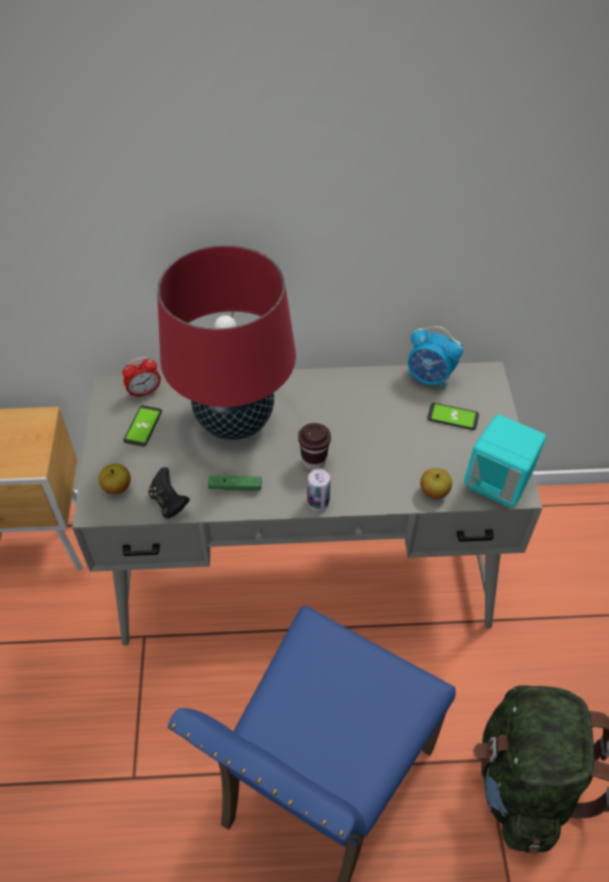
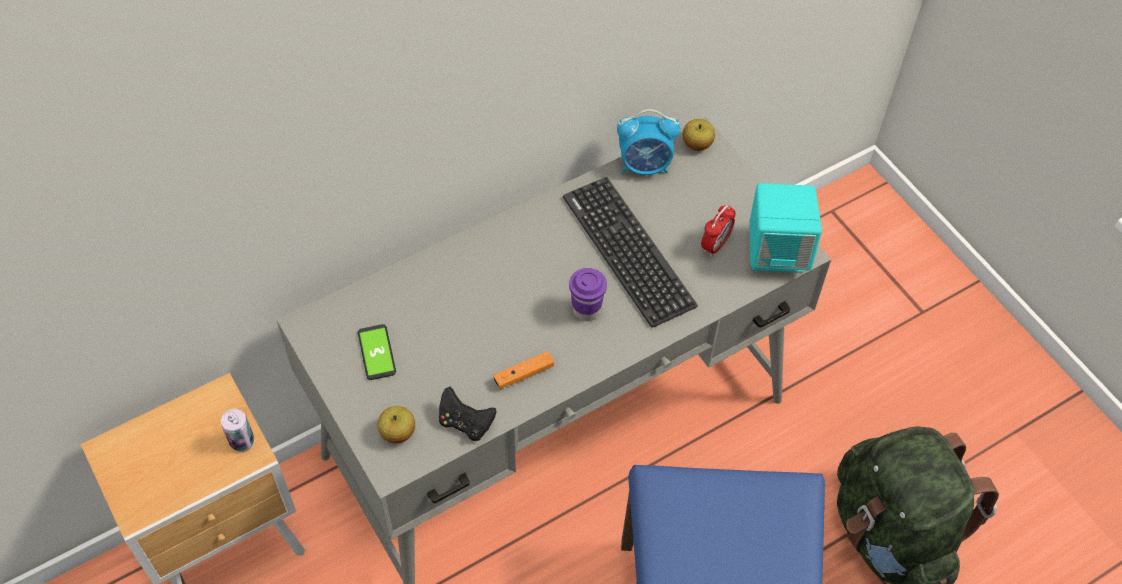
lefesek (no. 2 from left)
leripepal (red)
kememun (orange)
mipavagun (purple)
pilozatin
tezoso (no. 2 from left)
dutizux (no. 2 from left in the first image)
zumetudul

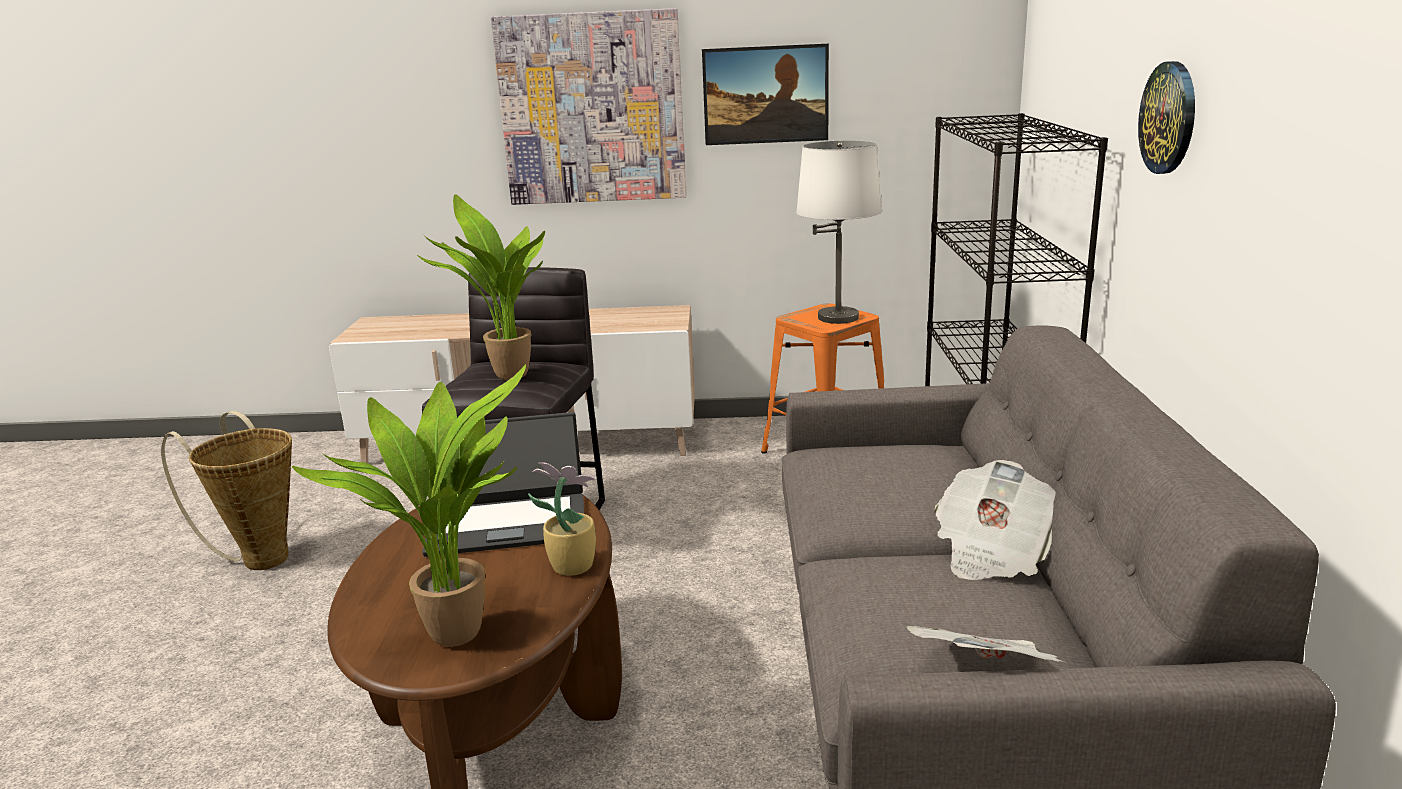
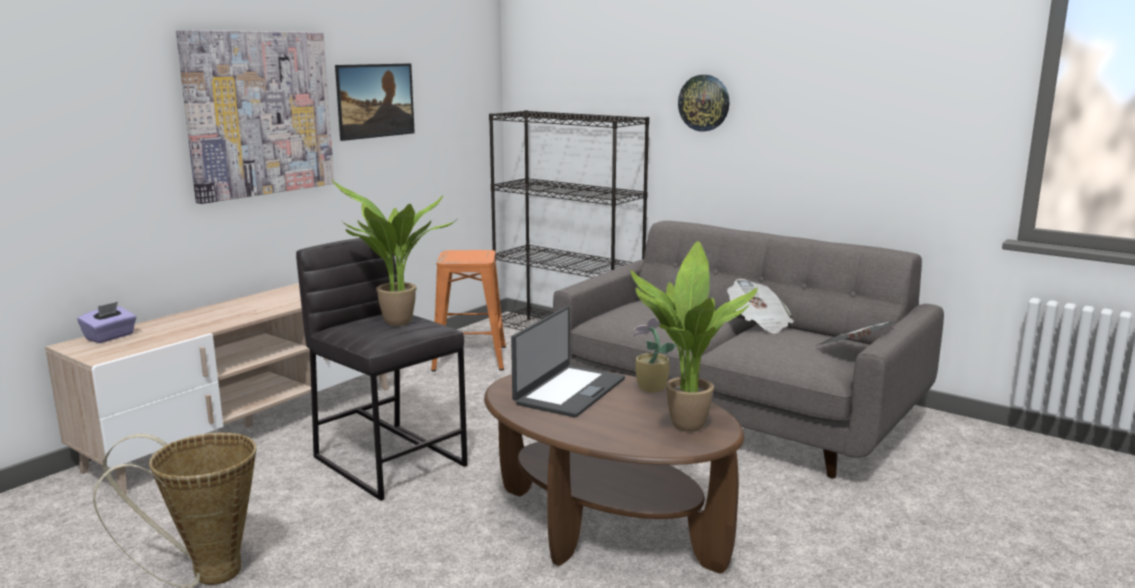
leripepal (white)
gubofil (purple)

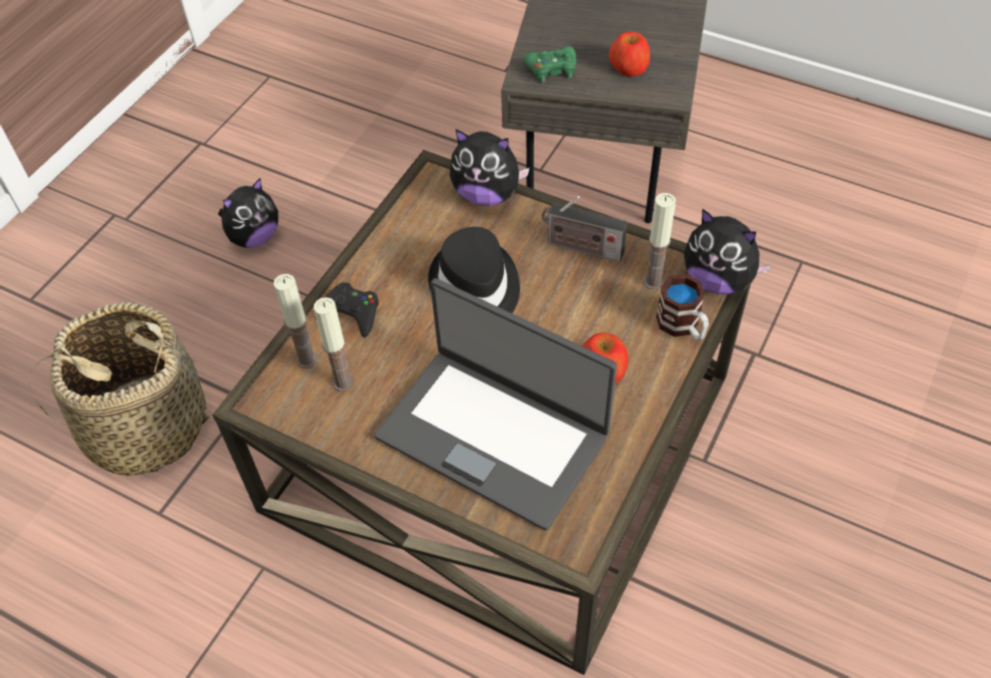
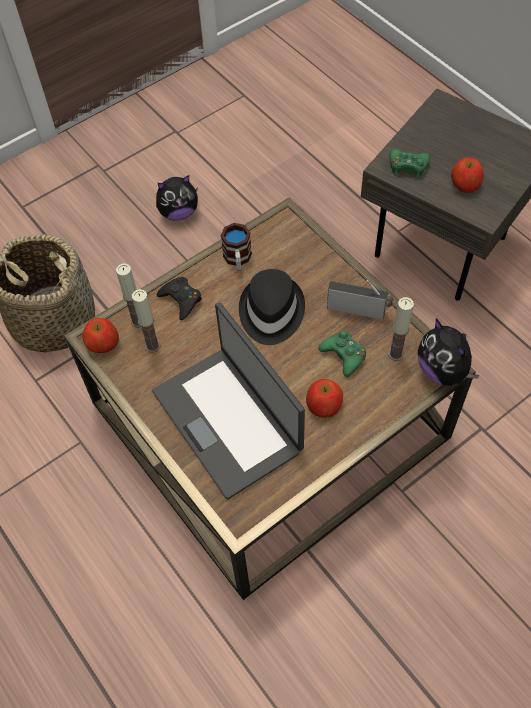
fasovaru (no. 2 from left in the first image)
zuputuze
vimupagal
tezoso (no. 1 from left)
kememun (green) (no. 1 from left)

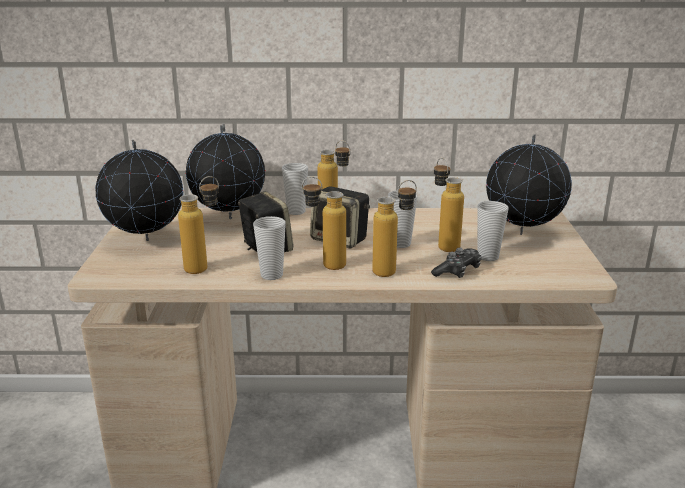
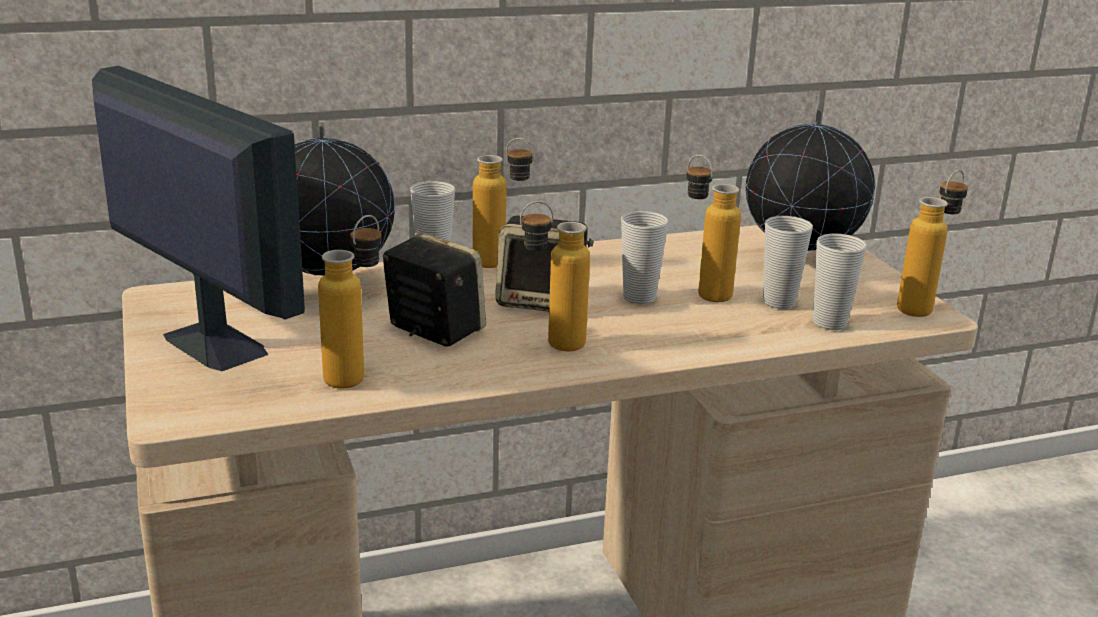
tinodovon
mipavagun (no. 4 from left)
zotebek (no. 5 from left)
kememun

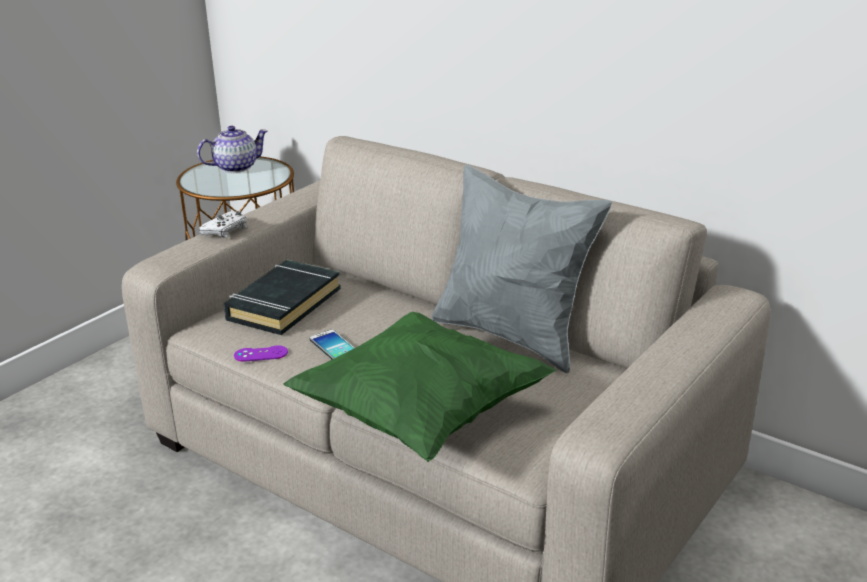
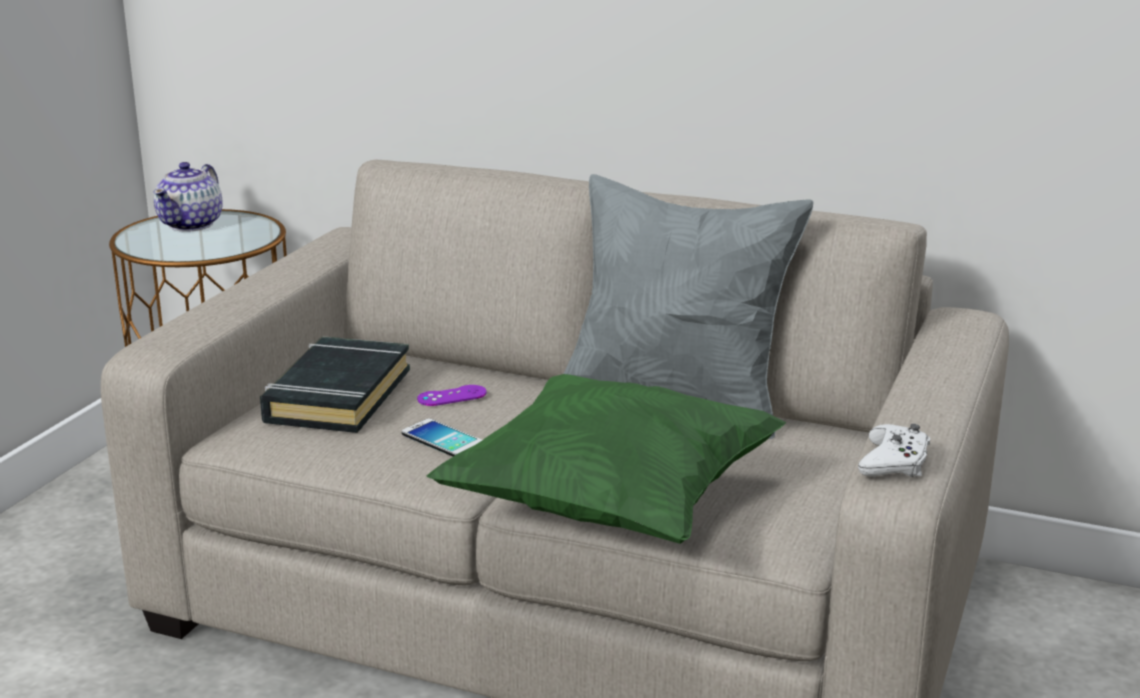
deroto
kememun (white)
kememun (purple)

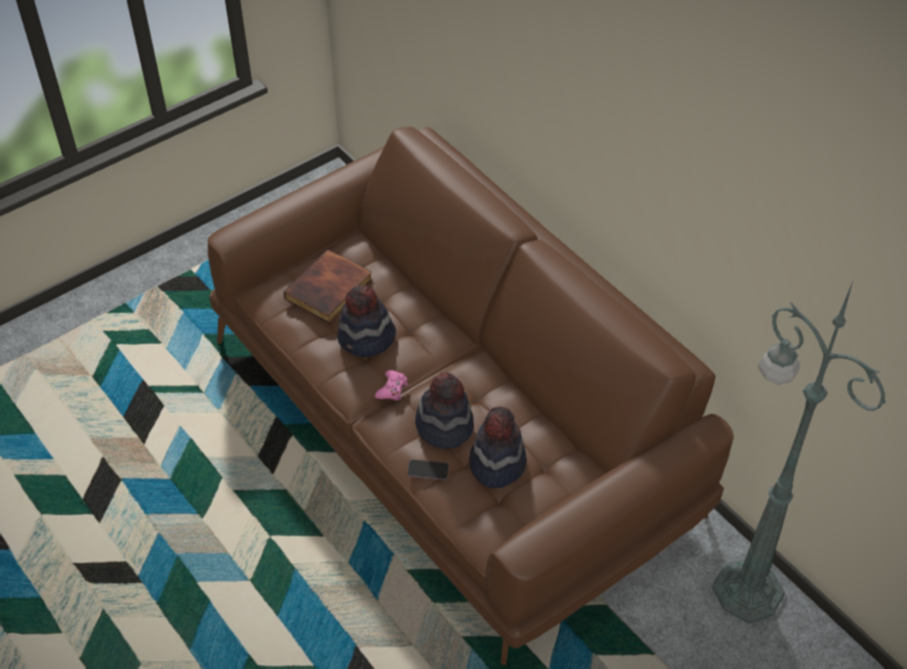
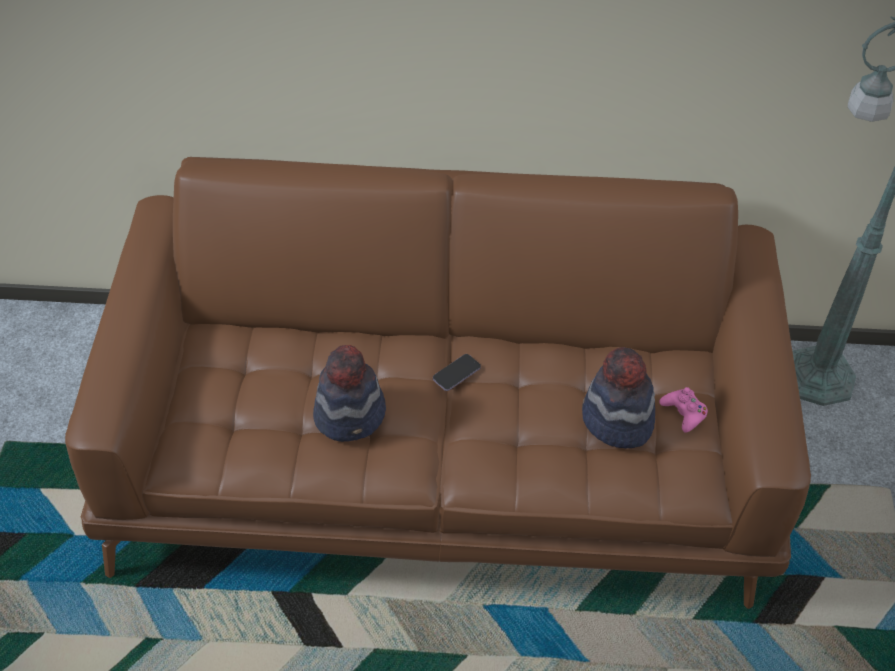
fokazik
kememun (pink)
dutizux
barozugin (no. 2 from left in the first image)

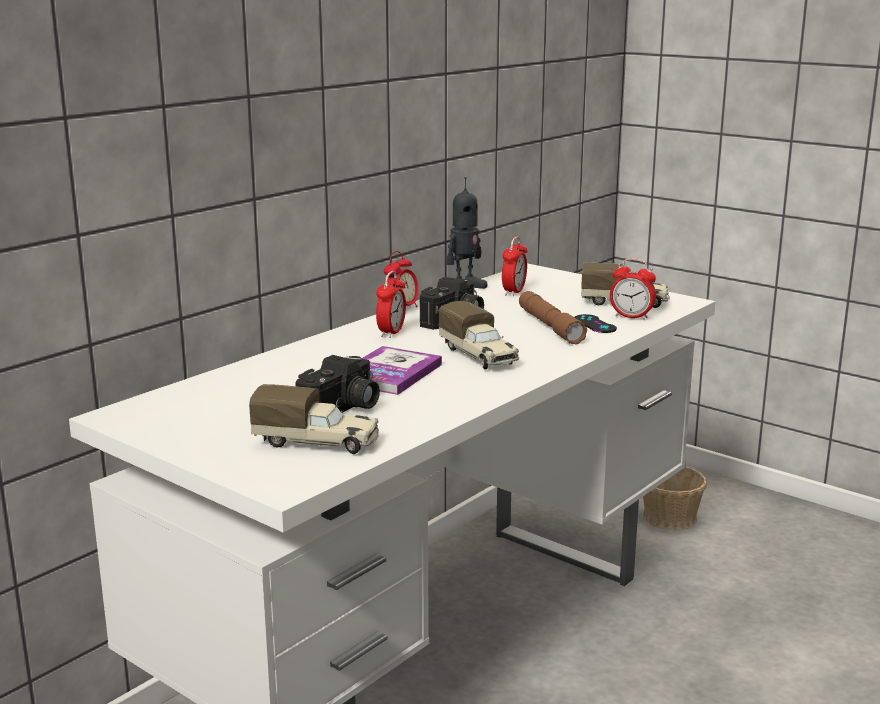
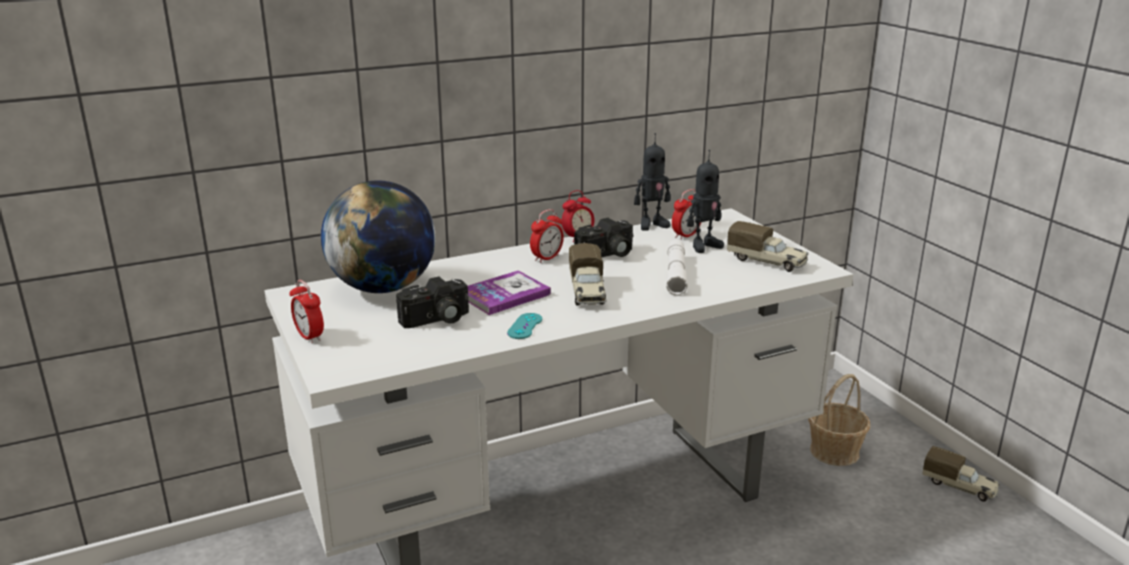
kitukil (no. 3 from left)
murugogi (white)
kememun (black)
lefesek (no. 1 from left)
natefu
kememun (turquoise)
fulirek (no. 2 from left)

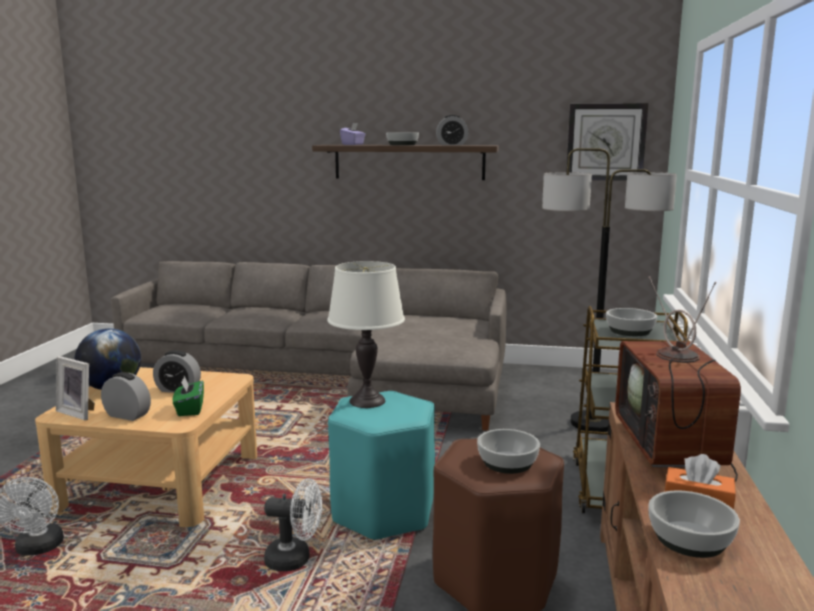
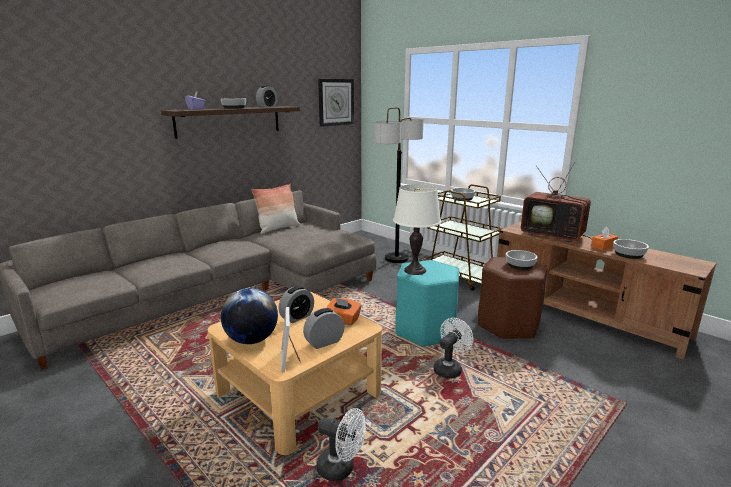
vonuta
gubofil (orange) (no. 1 from left)
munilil

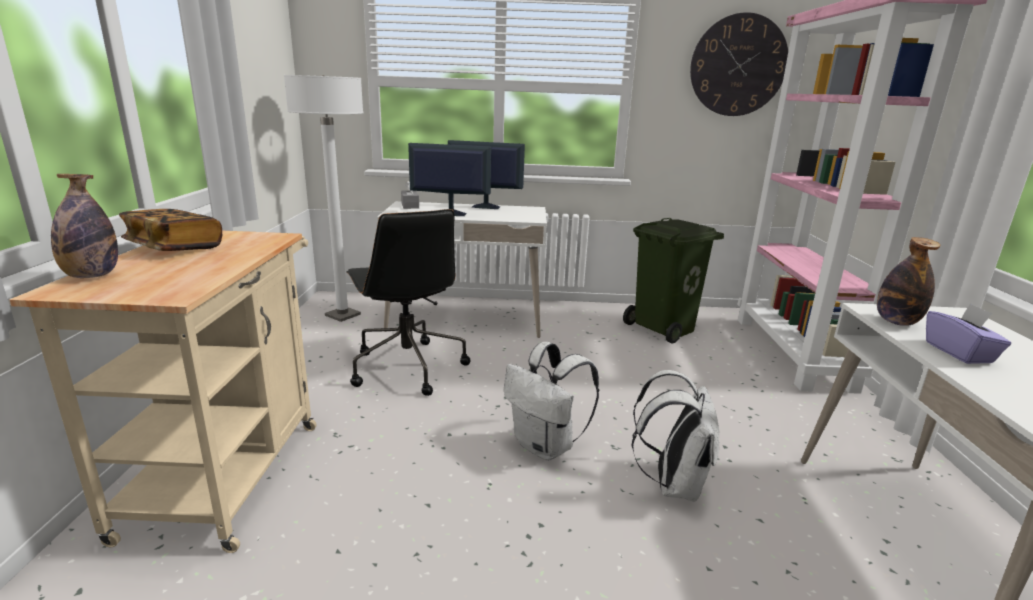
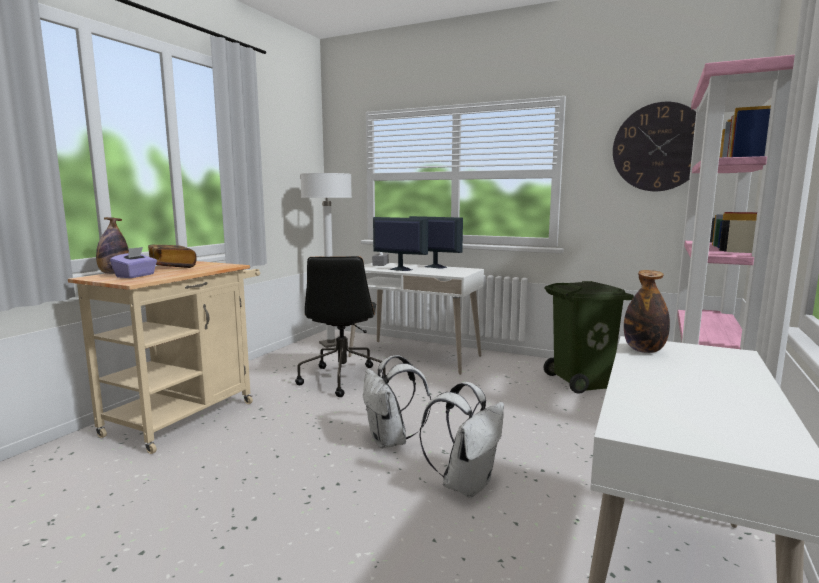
gubofil (purple)

